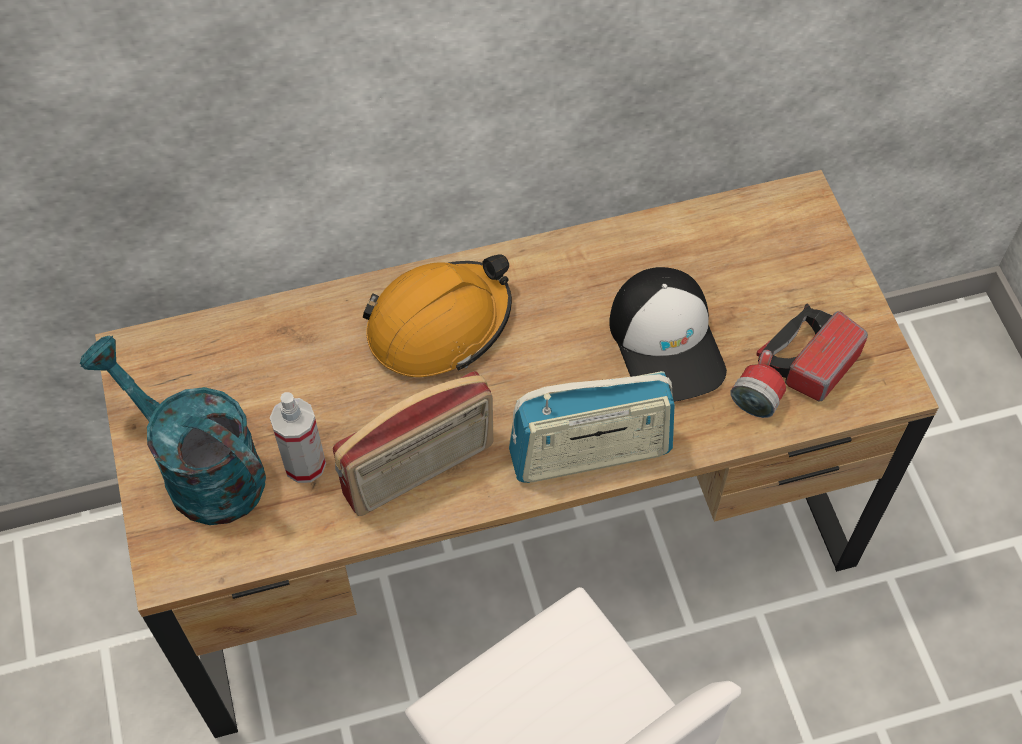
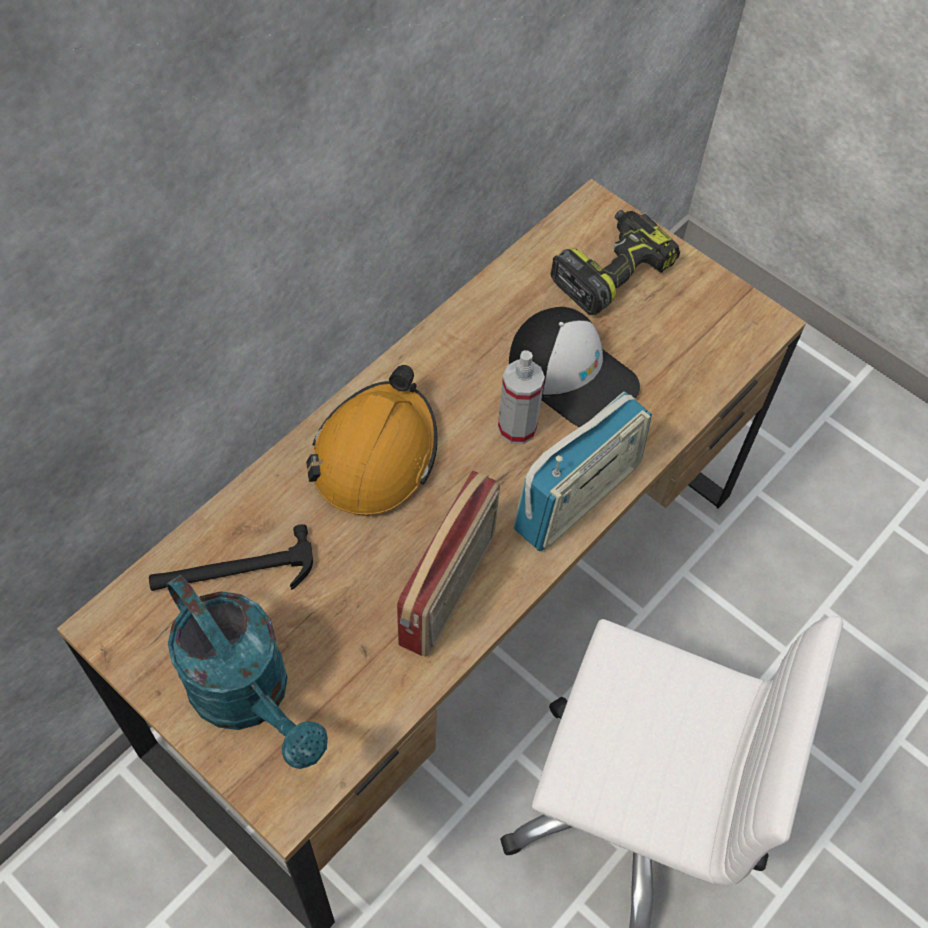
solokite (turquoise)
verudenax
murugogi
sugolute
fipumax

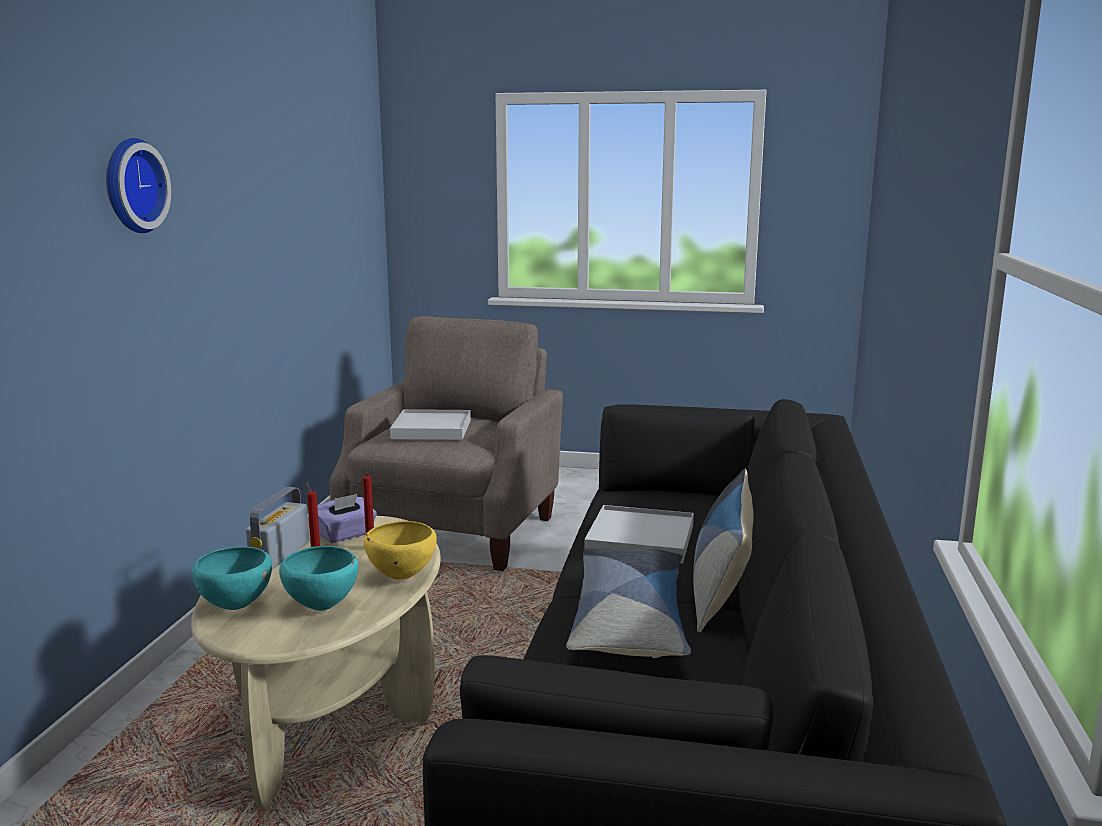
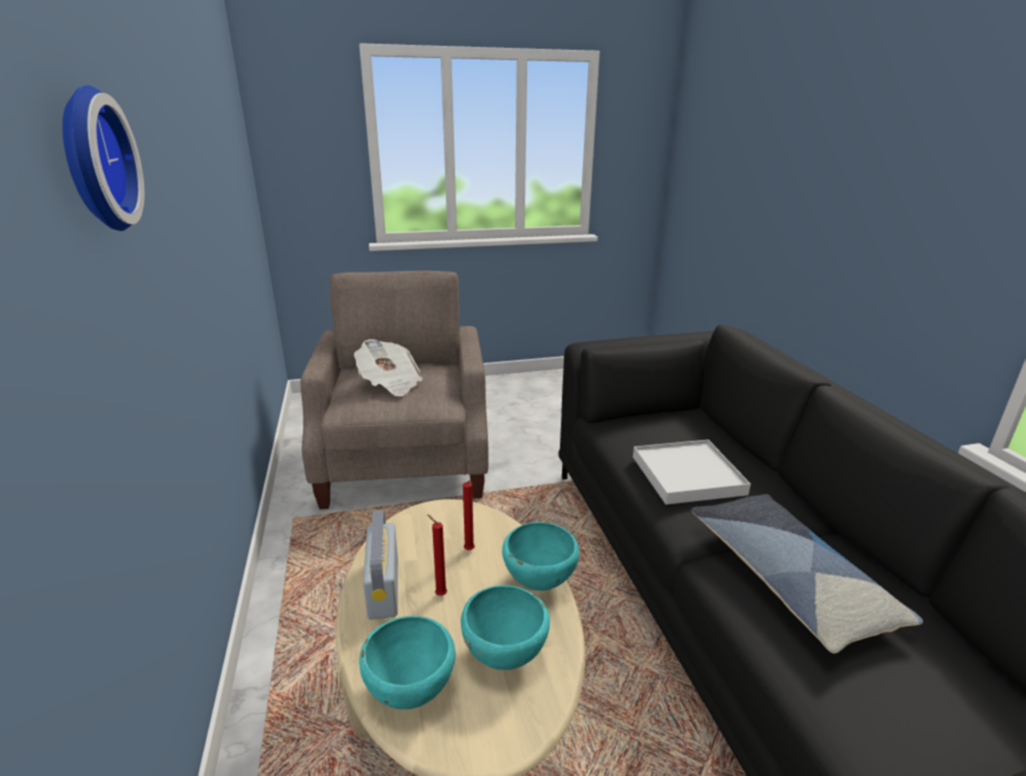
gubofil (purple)
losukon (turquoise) (no. 3 from left)
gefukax
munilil (no. 2 from left in the first image)

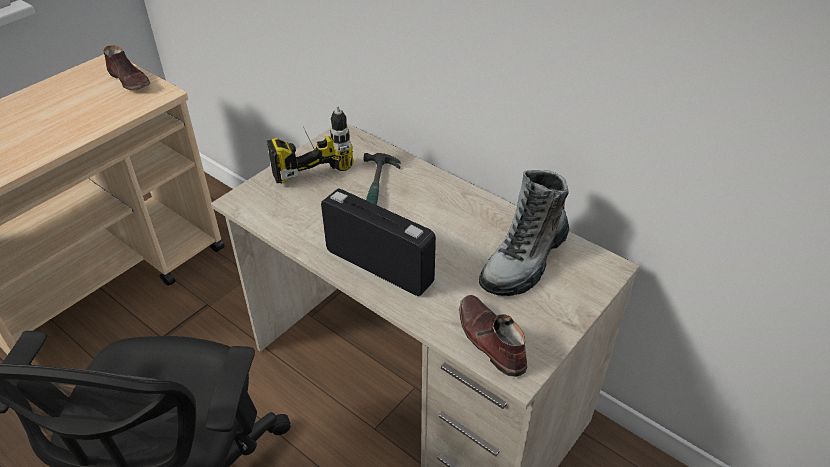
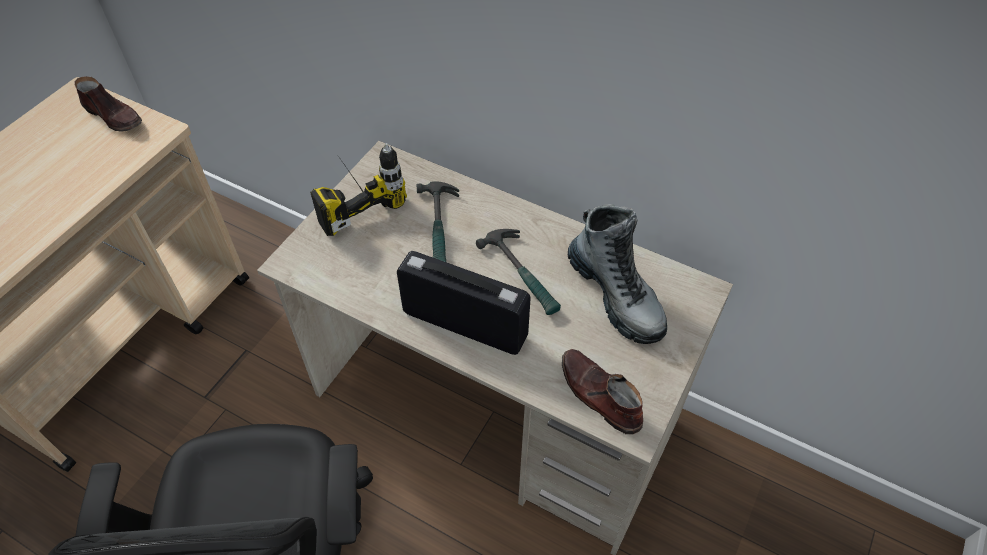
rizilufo
sugolute (no. 2 from left)

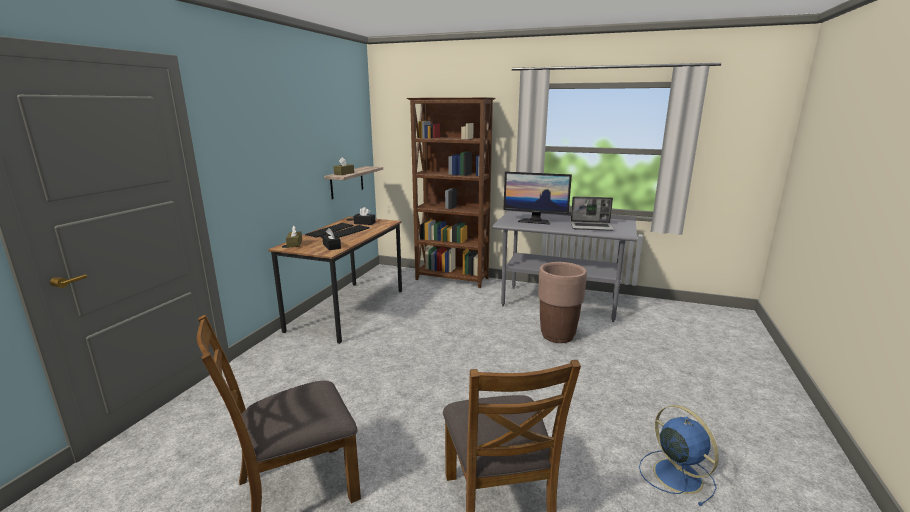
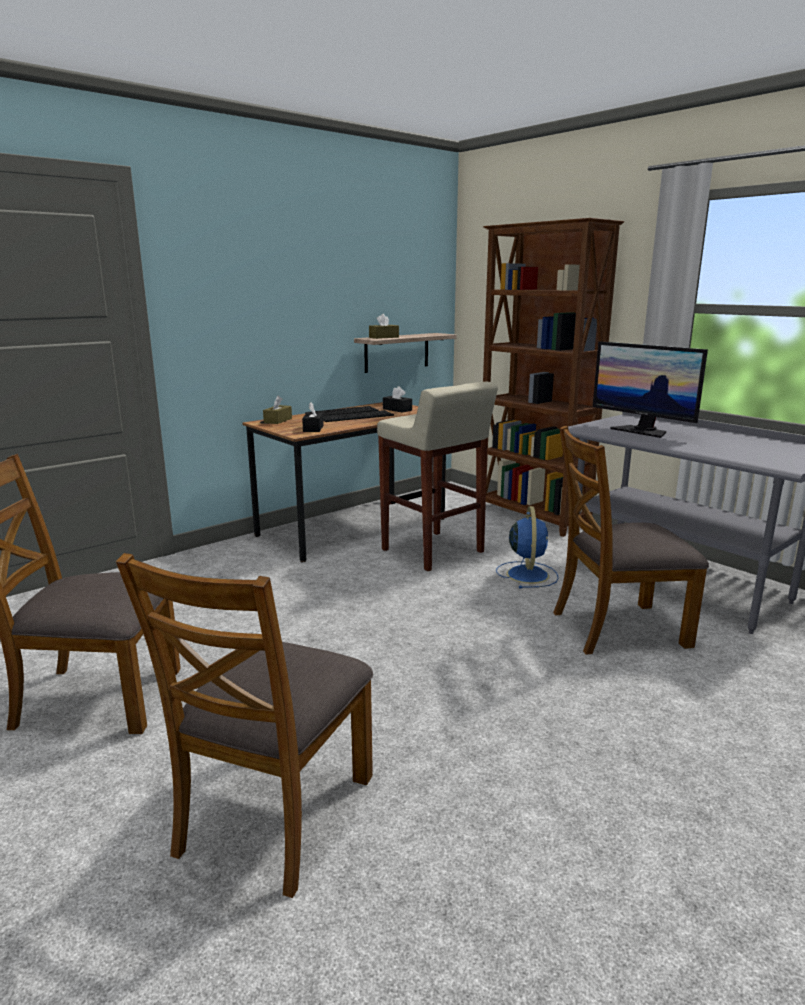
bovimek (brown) (no. 3 from left)
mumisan
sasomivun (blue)
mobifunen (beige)

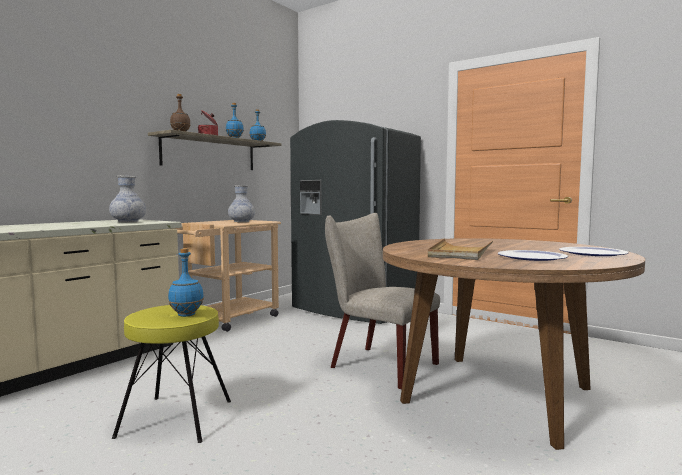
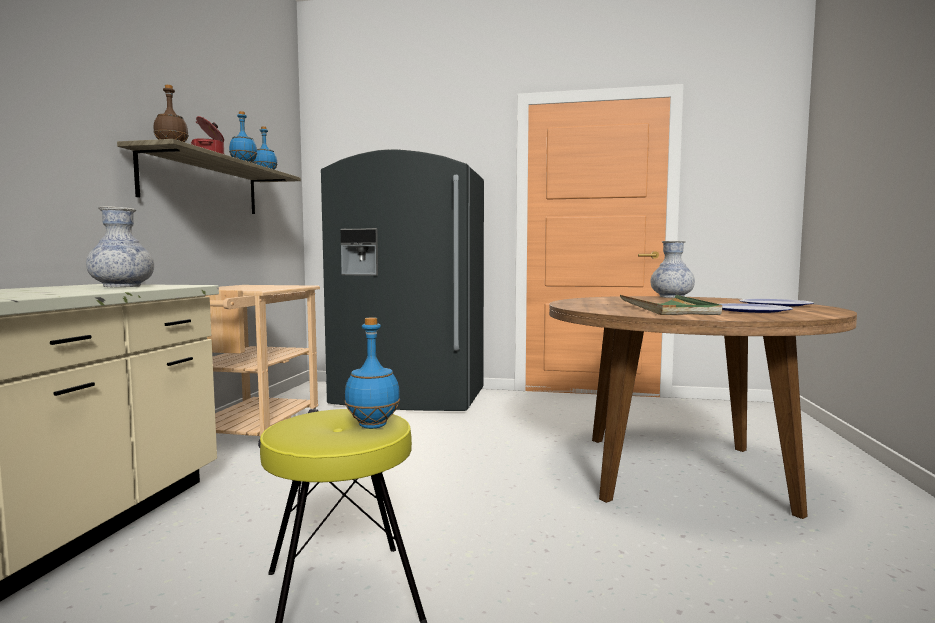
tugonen (no. 2 from left)
bovimek (beige)
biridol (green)

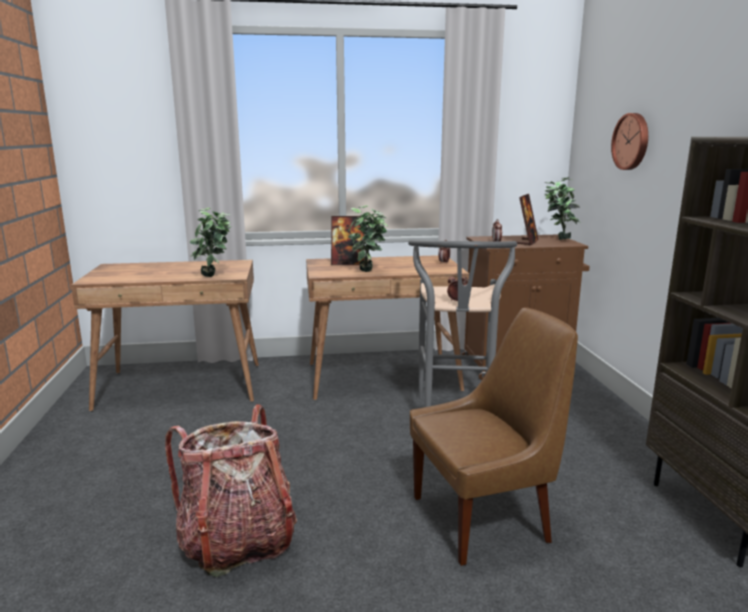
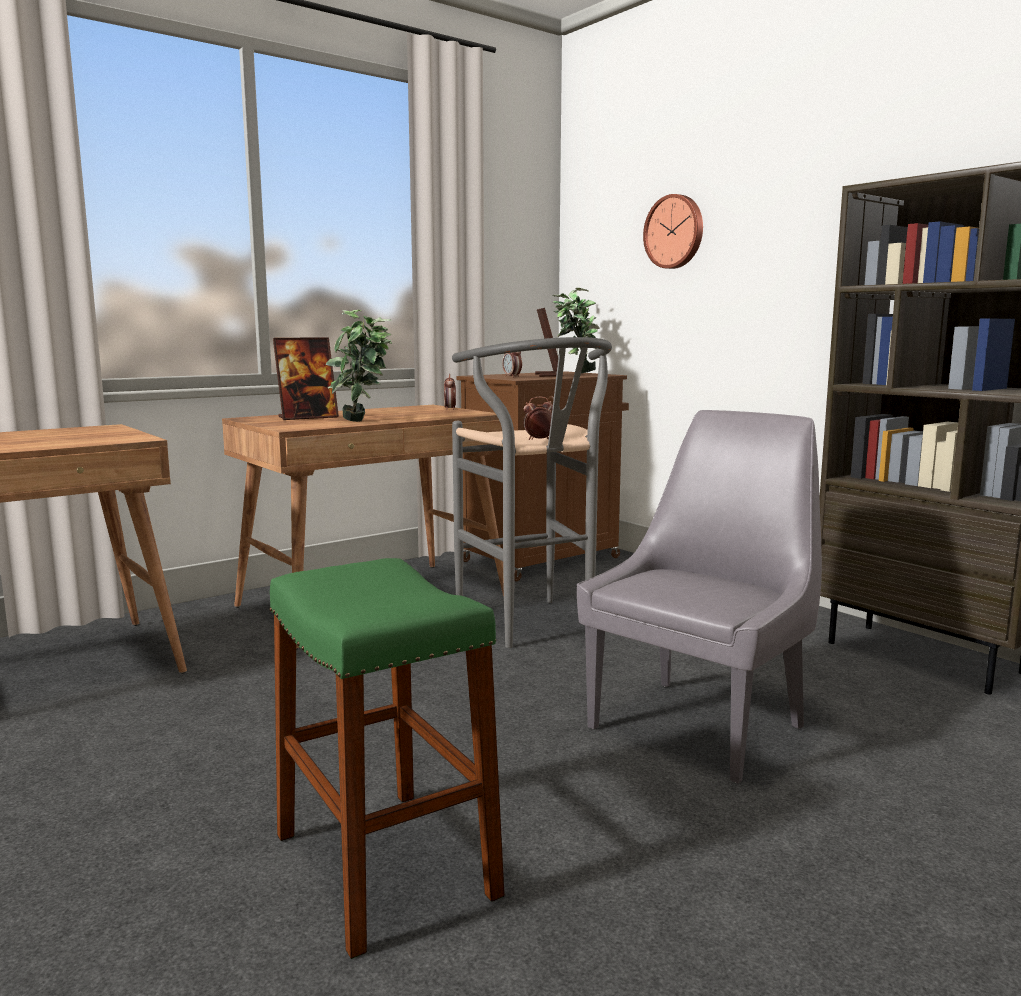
mobifunen (green)
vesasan (no. 1 from left in the first image)
bovimek (grey)

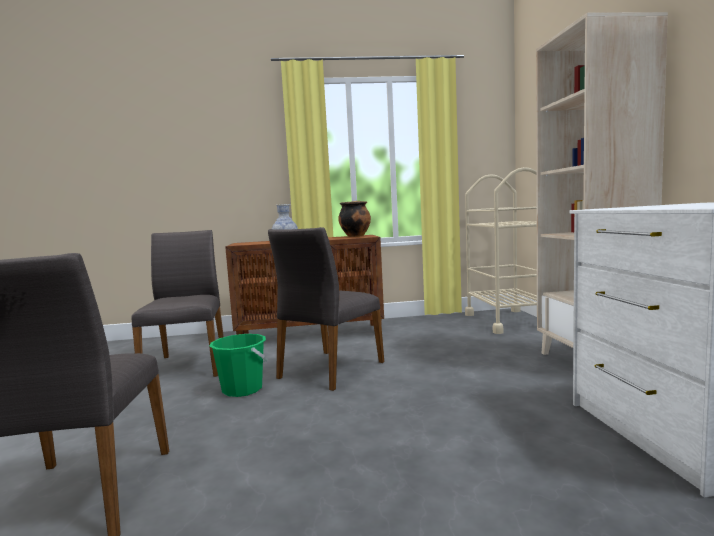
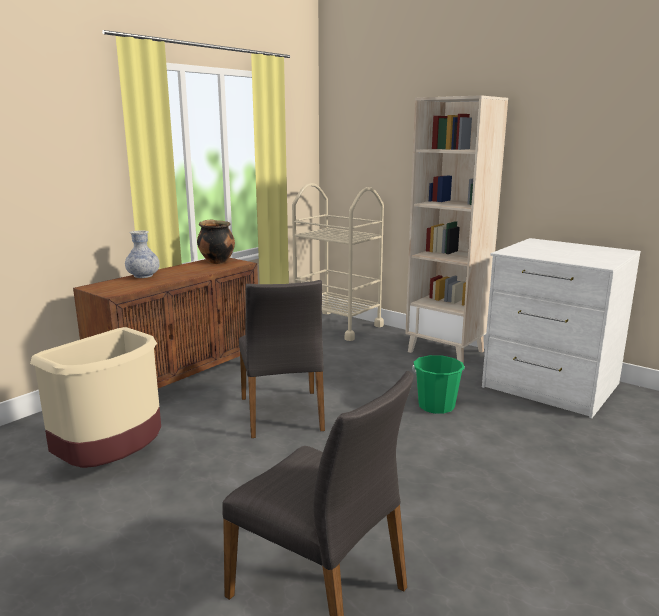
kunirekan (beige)
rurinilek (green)

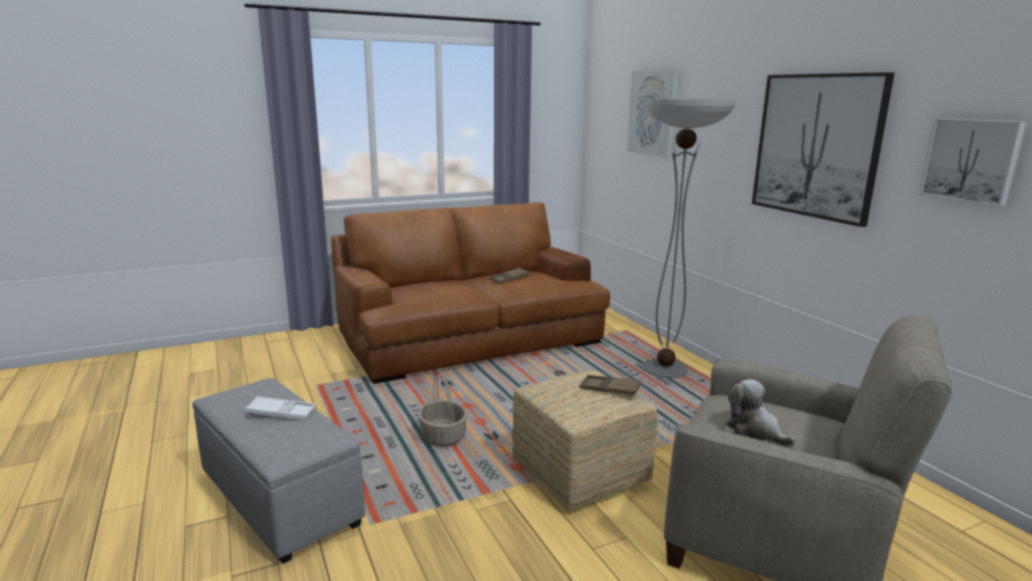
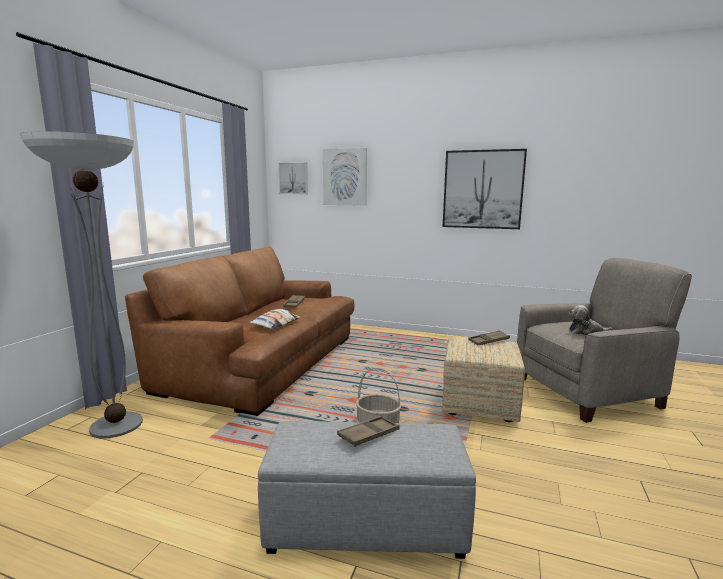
biridol (brown) (no. 2 from left)
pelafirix
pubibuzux (no. 1 from left)
munilil

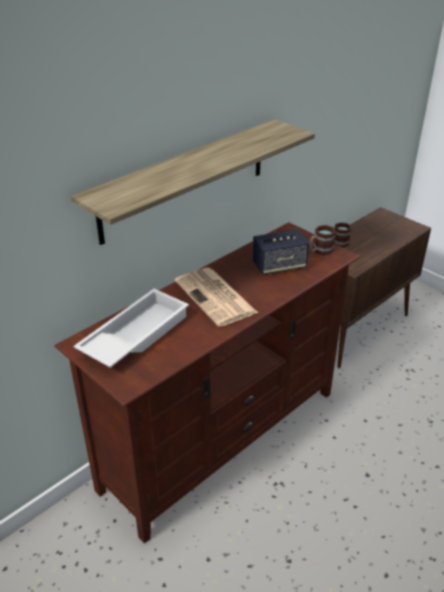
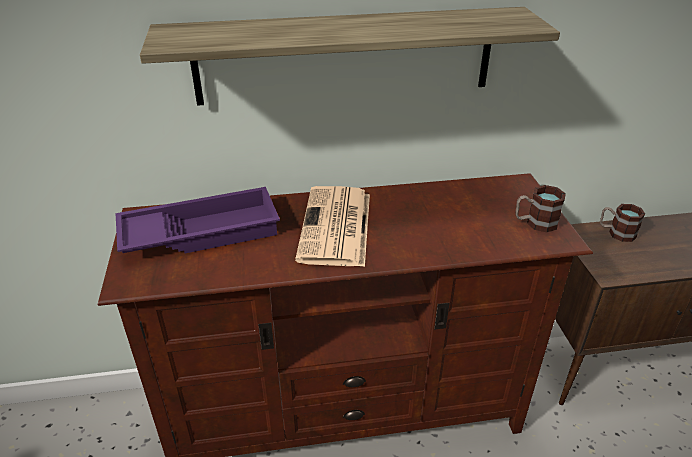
biridol (purple)
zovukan

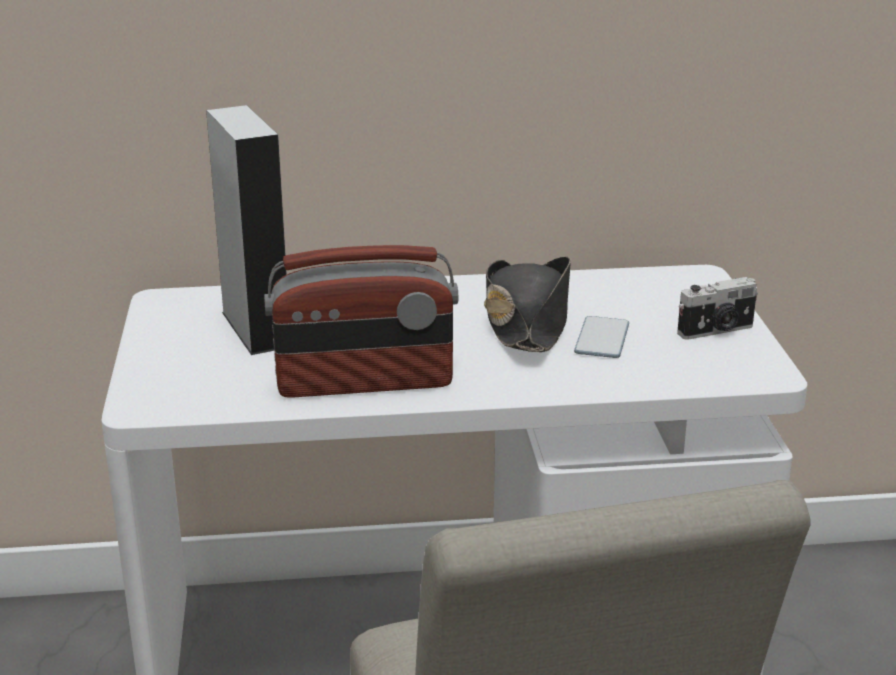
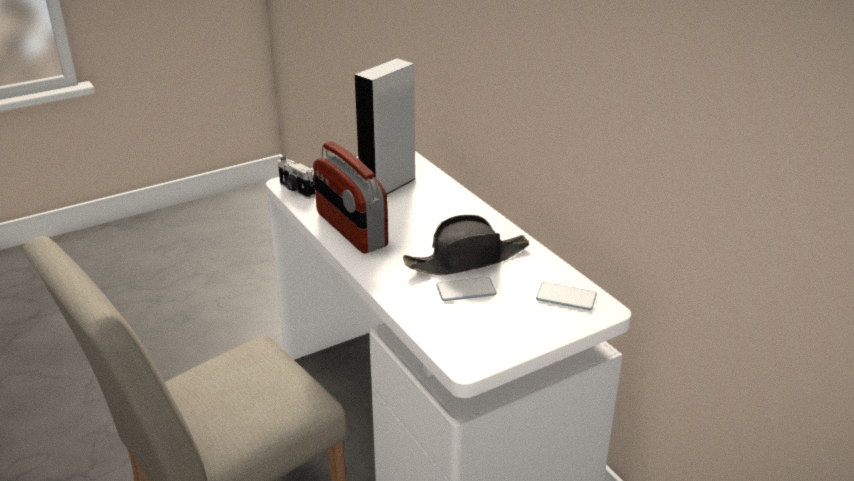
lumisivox
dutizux (no. 2 from left)

